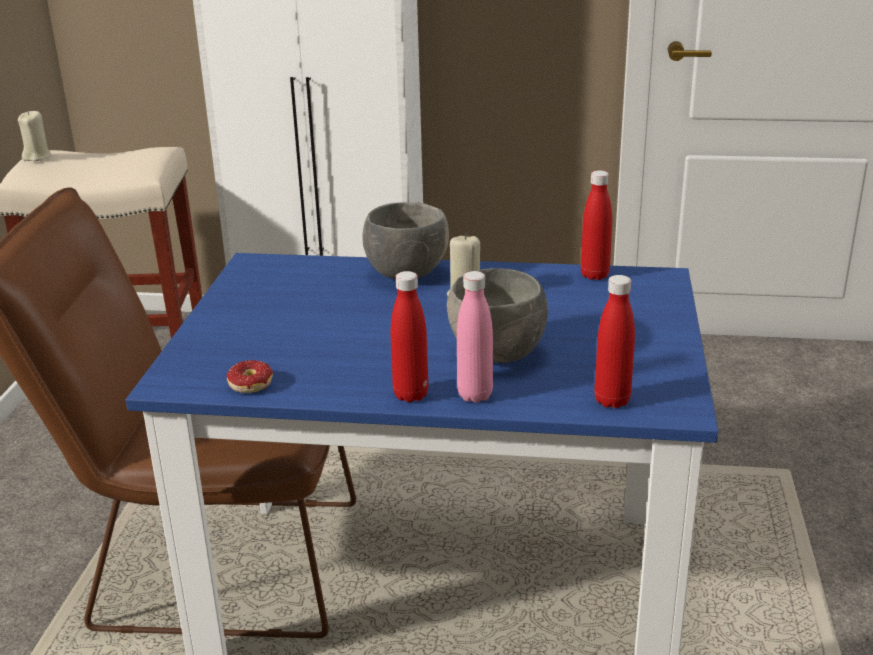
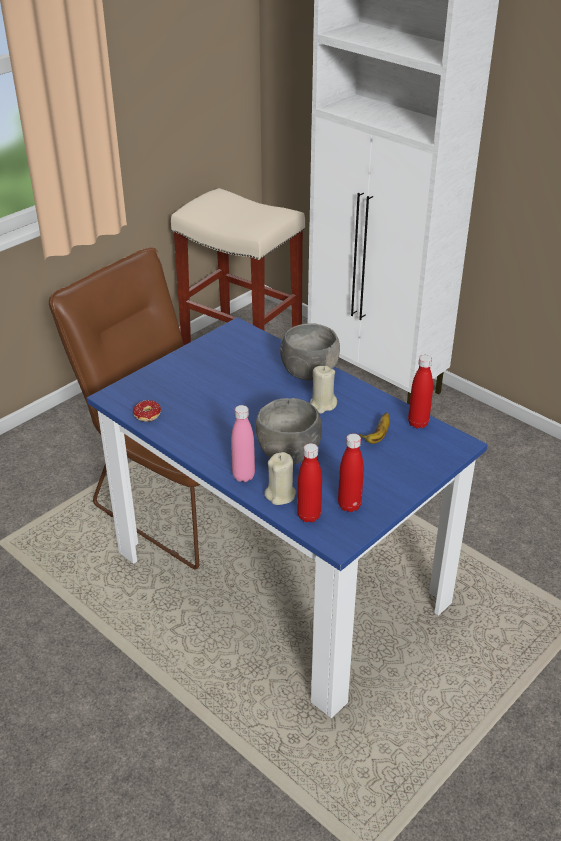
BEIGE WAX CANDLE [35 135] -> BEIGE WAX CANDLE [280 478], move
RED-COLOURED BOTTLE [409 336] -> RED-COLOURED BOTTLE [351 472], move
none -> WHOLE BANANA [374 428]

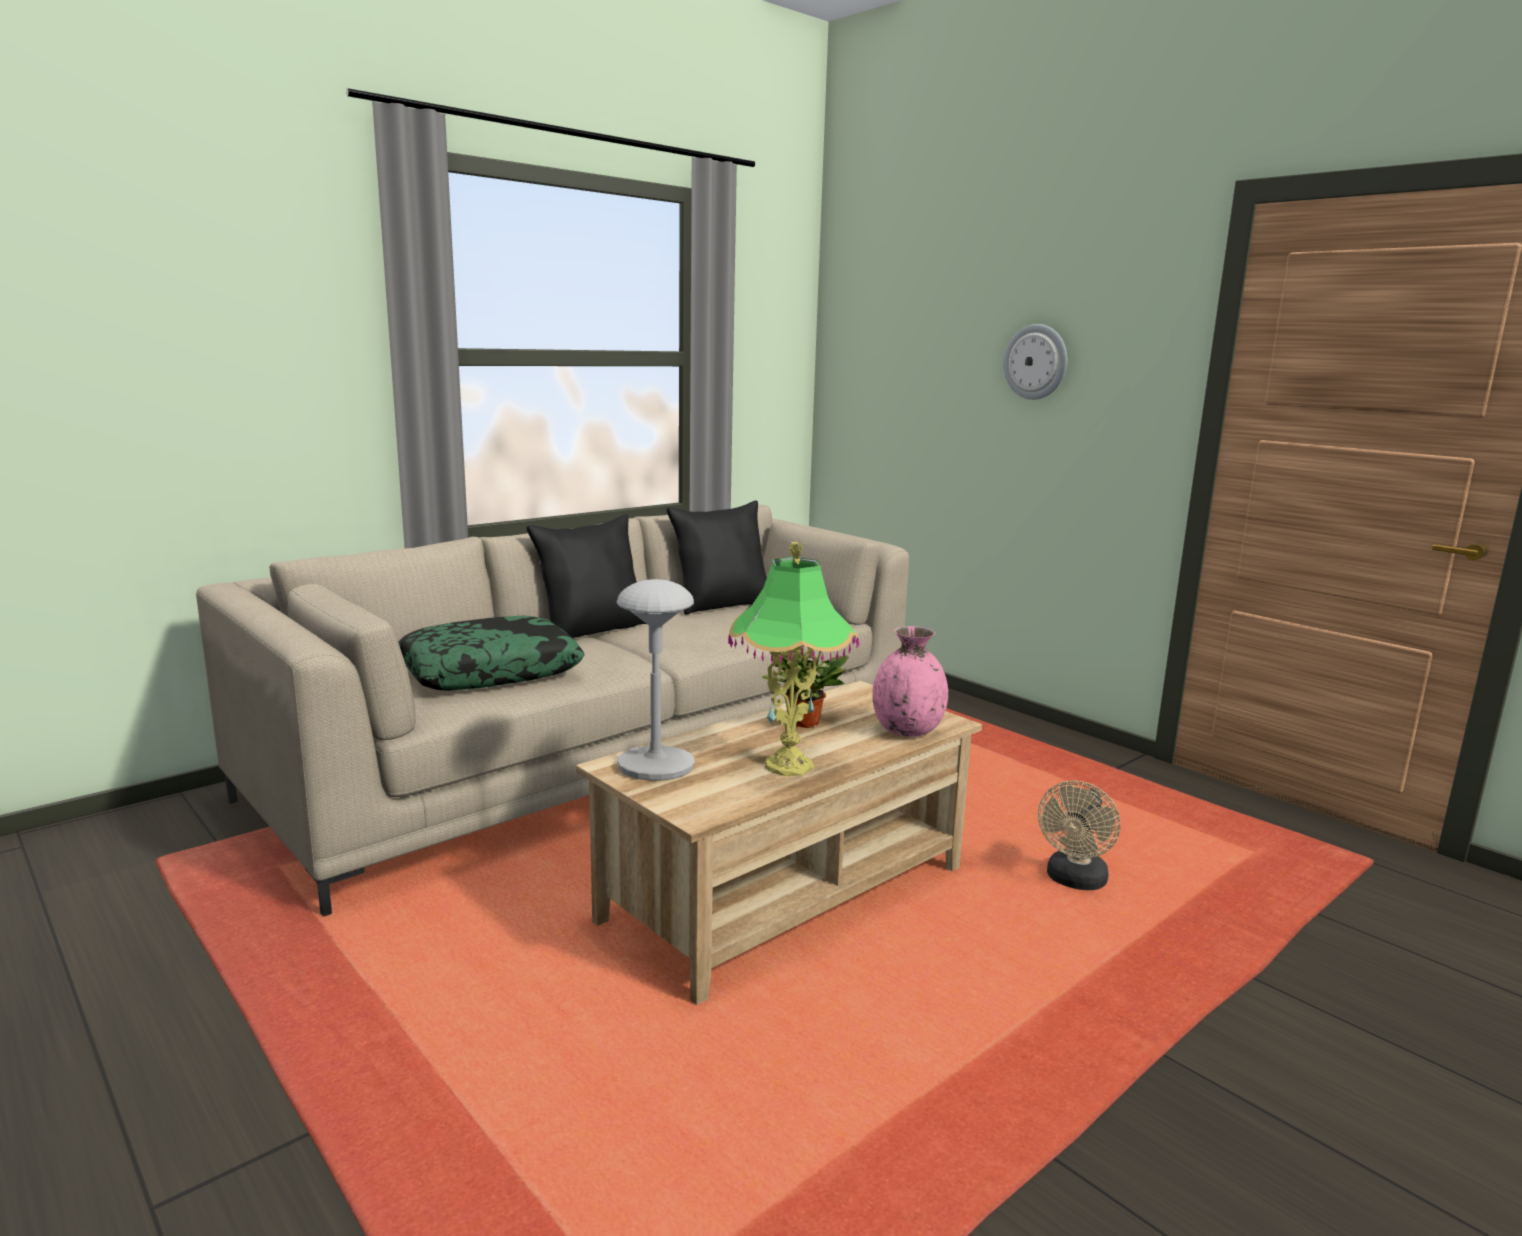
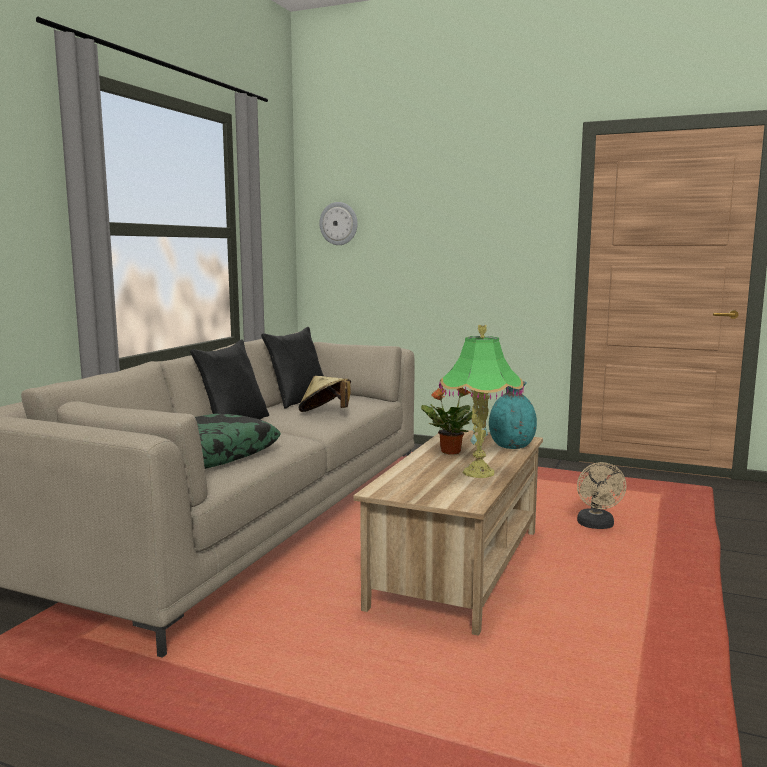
GREY LAMP FOR A TABLE [656 679] -> none
PINK-COLOURED DECORATIVE VASE [910 681] -> TURQUOISE-COLOURED DECORATIVE VASE [513 415]
HANGING CLOCK [1035 362] -> HANGING CLOCK [338 223], move
none -> BEIGE HAT [325 394]

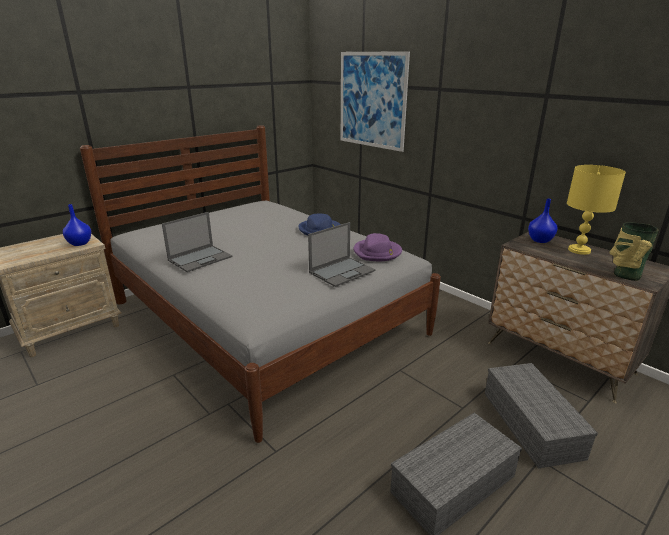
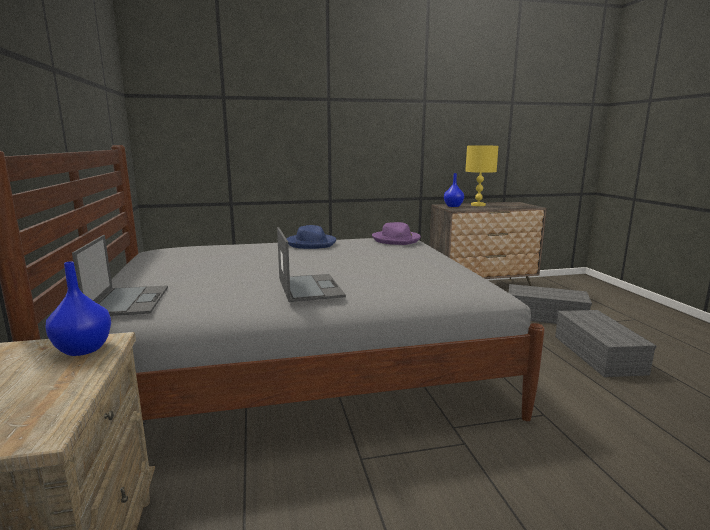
LAPTOP [341 254] -> LAPTOP [120 275], move
PICTURE [375 101] -> none
DECORATIVE VASE [634 251] -> none

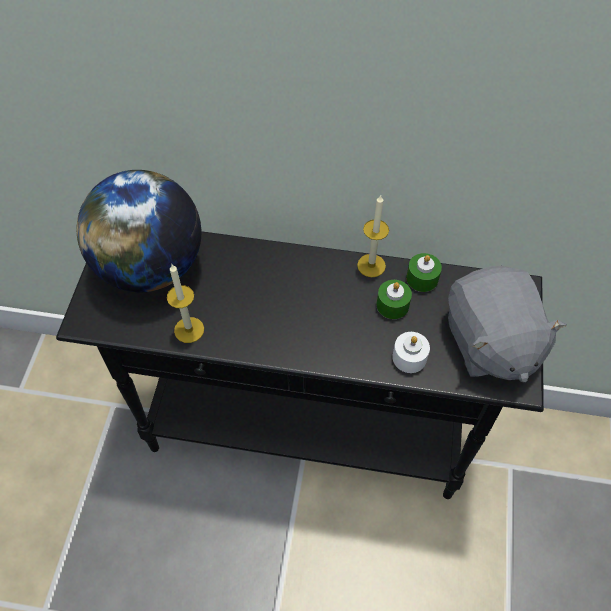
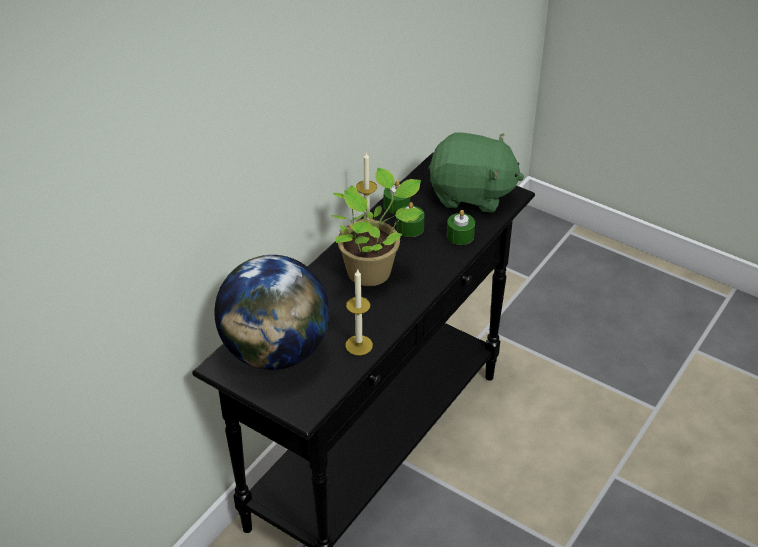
WHITE-COLOURED WAX CANDLE [411 352] -> GREEN WAX CANDLE [461 227]
GREY SOFT TOY [507 324] -> GREEN SOFT TOY [476 172]
none -> HOUSEPLANT [377 227]

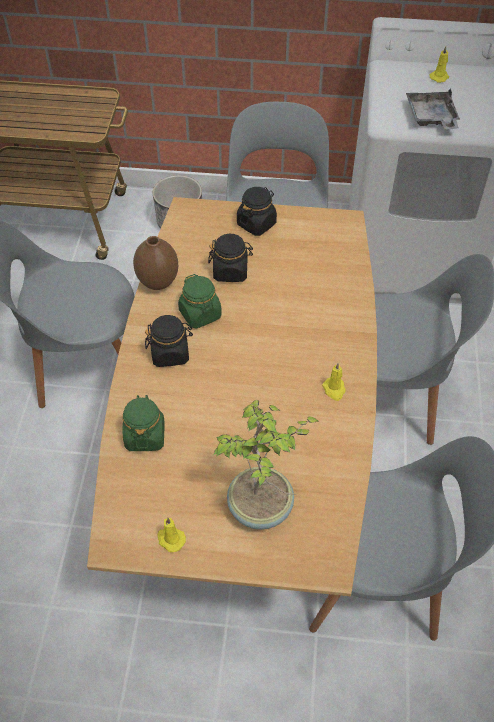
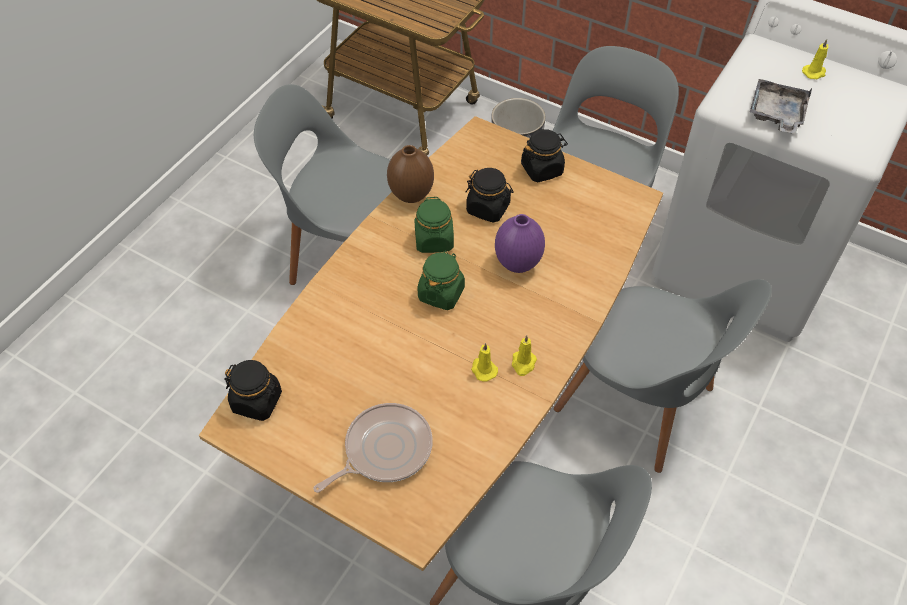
GREEN STORAGE JAR [144 423] -> GREEN STORAGE JAR [441 280], move
BLACK-COLOURED STORAGE JAR [169 341] -> BLACK-COLOURED STORAGE JAR [253 390], move
YELLOW-COLOURED WAX CANDLE [171 535] -> YELLOW-COLOURED WAX CANDLE [484 362], move
HOUSEPLANT [266 465] -> SKILLET [373 448]
none -> PURPLE DECORATIVE VASE [520 243]

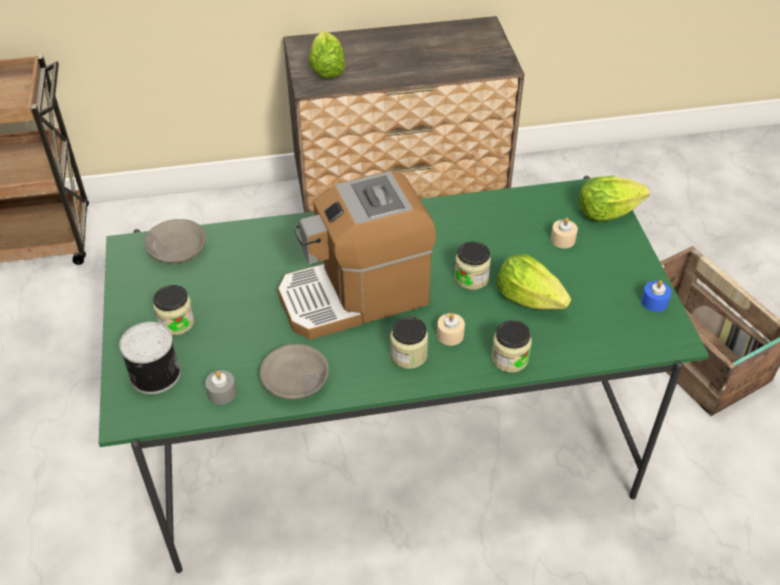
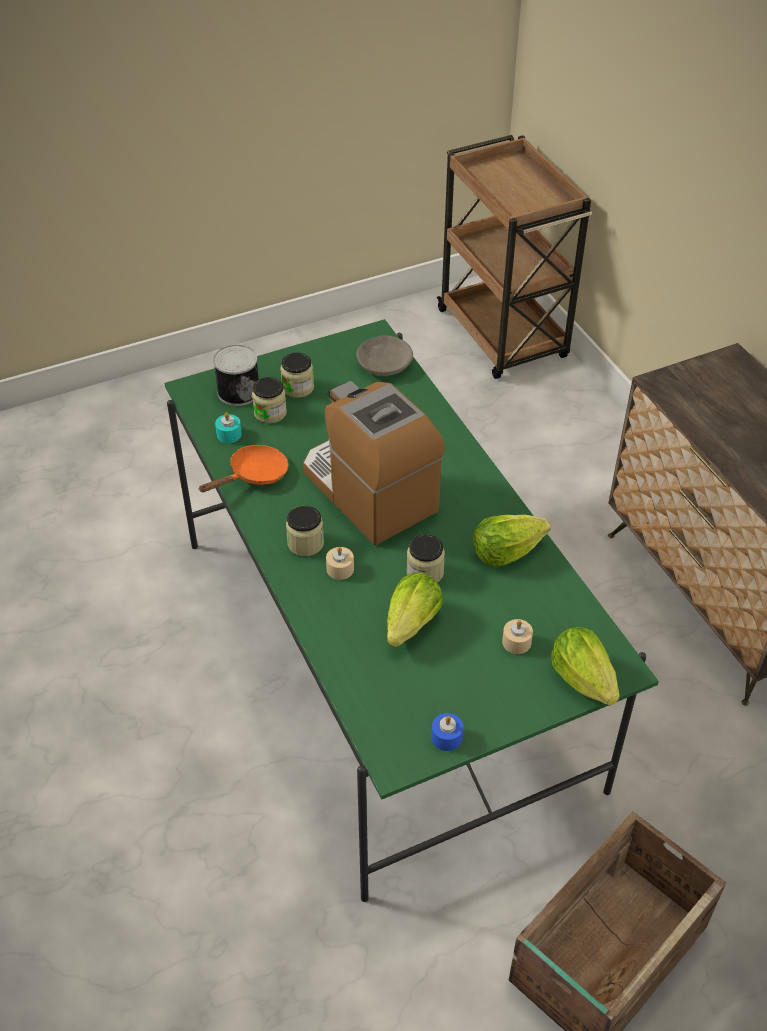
GREY WAX CANDLE [221 387] -> TURQUOISE-COLOURED WAX CANDLE [228 427]
GREY BOWL [294 372] -> ORANGE SKILLET [243 468]
HEAD OF LETTUCE [327 55] -> HEAD OF LETTUCE [511 540], move
STORAGE JAR [511 346] -> STORAGE JAR [269 400], move

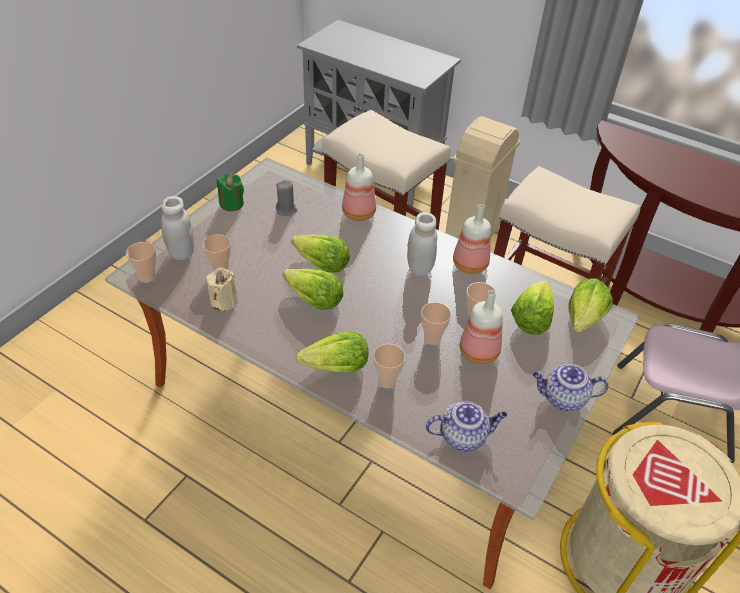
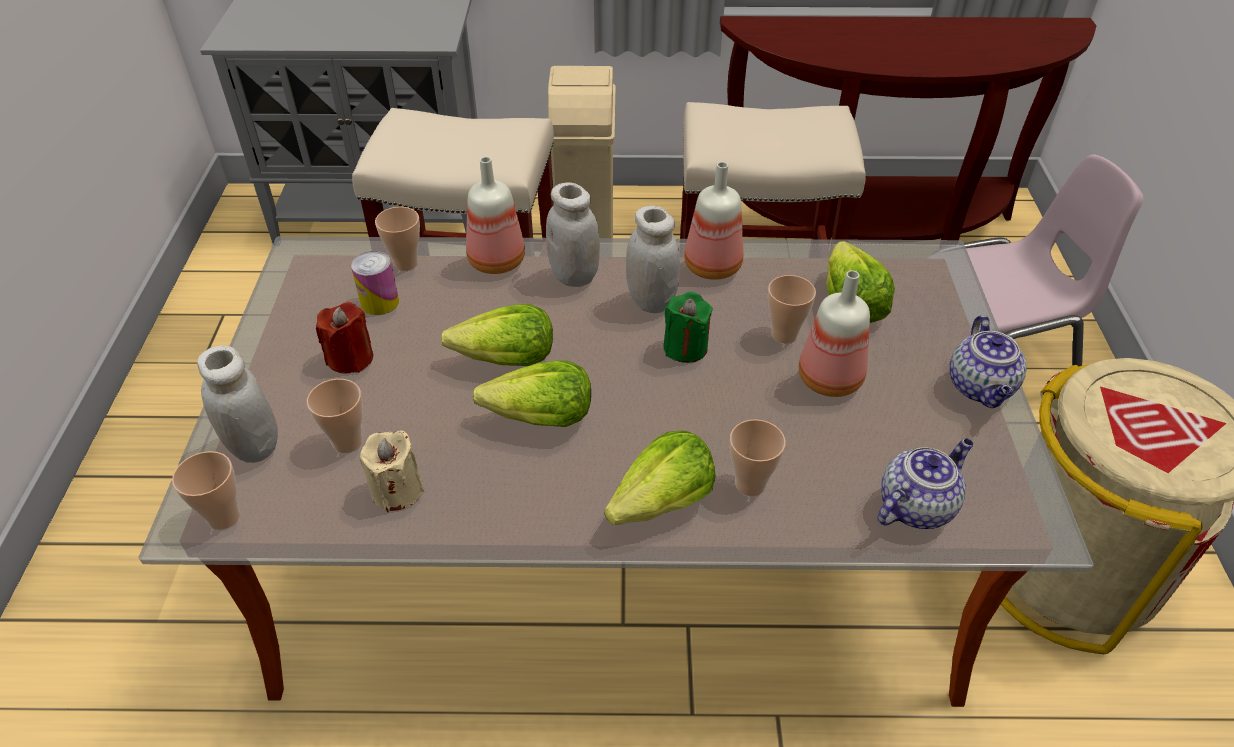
GREEN WAX CANDLE [230 192] -> GREEN WAX CANDLE [688 327], move
GREY WAX CANDLE [286 198] -> CAN [375 283]
SMALL CUP [436 323] -> SMALL CUP [397 239], move
TEAPOT [571 387] -> TEAPOT [988 361], 60 degrees counterclockwise
HEAD OF LETTUCE [590 305] -> none
none -> RED-COLOURED WAX CANDLE [344 338]
none -> WHITE-COLOURED STORAGE JAR [573 234]

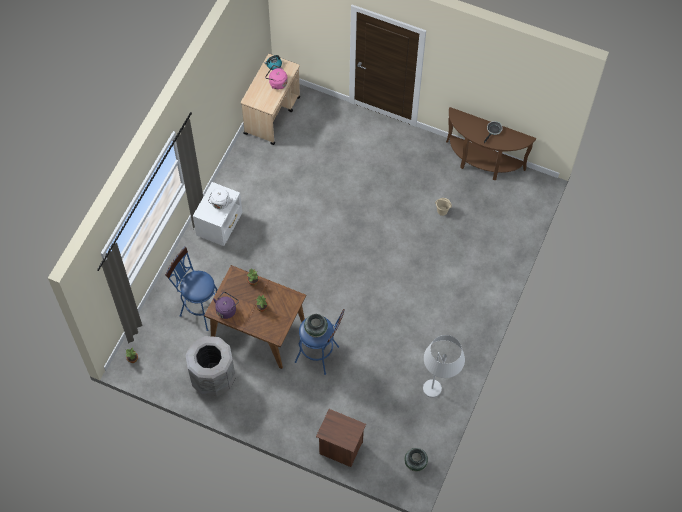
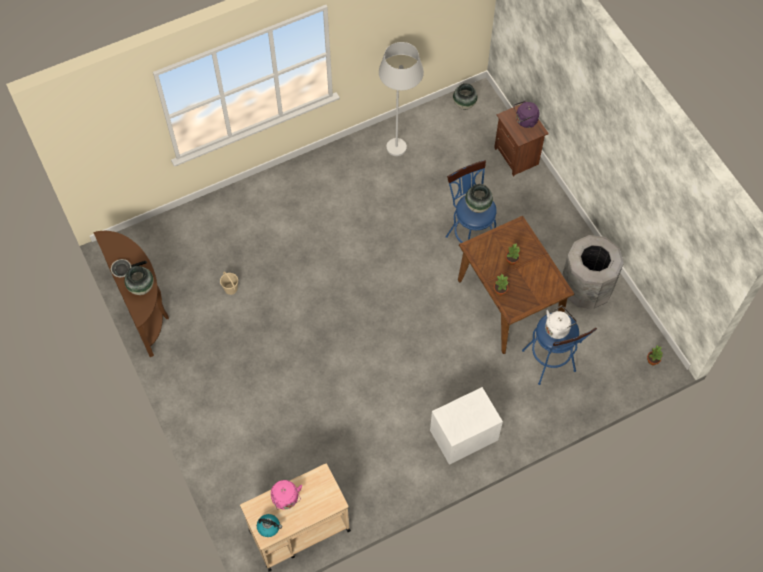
WHITE-COLOURED WATER KETTLE [220 198] -> WHITE-COLOURED WATER KETTLE [561 322], move
PURPLE WATER KETTLE [226 305] -> PURPLE WATER KETTLE [526 114], move
none -> DECORATIVE VASE [139 280]

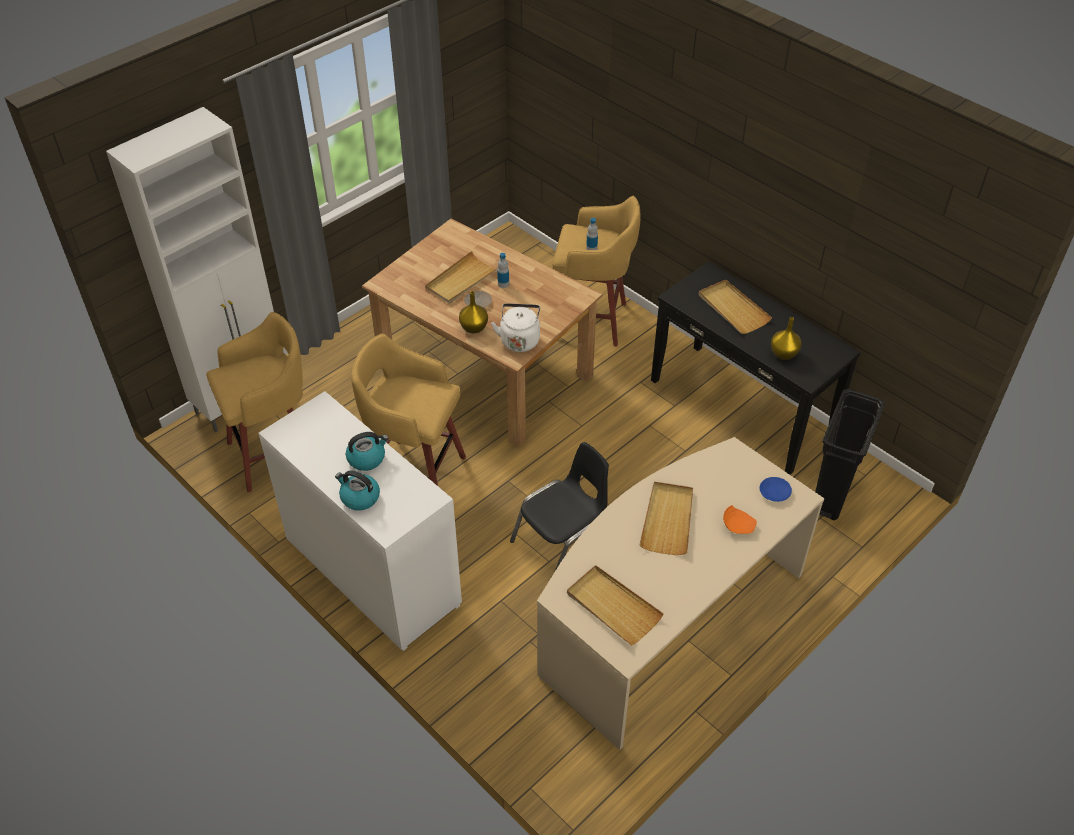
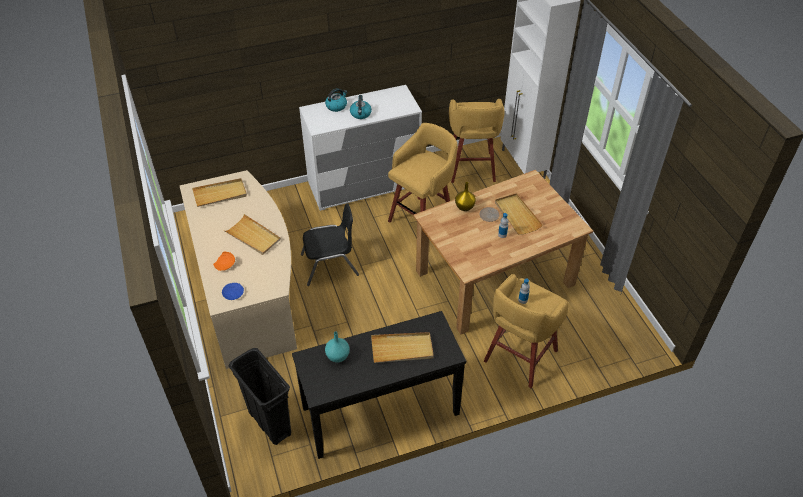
WHITE-COLOURED WATER KETTLE [515 327] -> none
BLACK-COLOURED PLAIN CHAIR [559 506] -> BLACK-COLOURED PLAIN CHAIR [330 245], 90 degrees counterclockwise
YELLOW-COLOURED DECORATIVE VASE [786 338] -> TURQUOISE-COLOURED DECORATIVE VASE [337 347]

